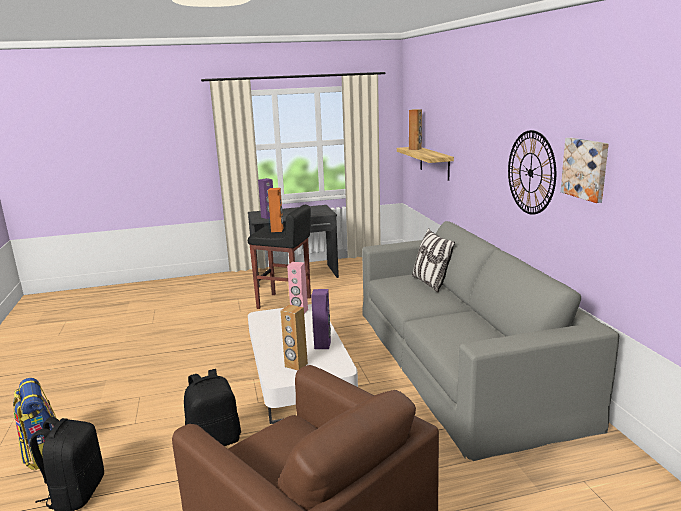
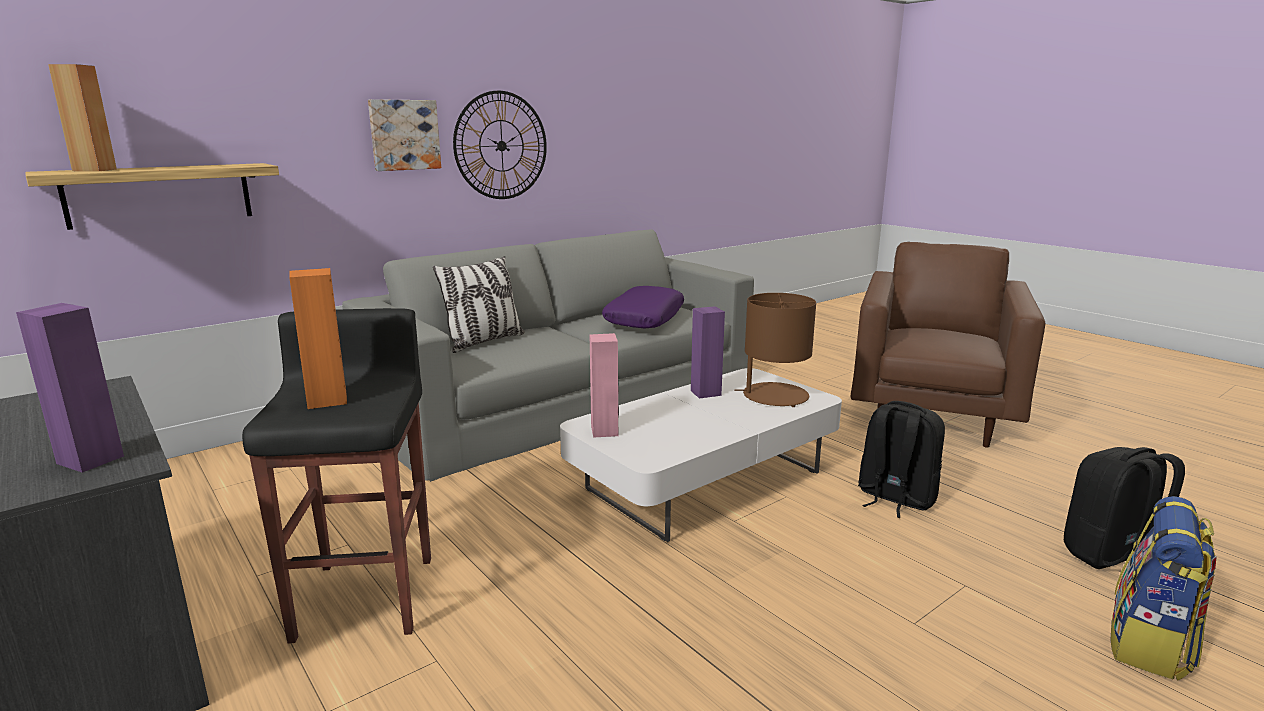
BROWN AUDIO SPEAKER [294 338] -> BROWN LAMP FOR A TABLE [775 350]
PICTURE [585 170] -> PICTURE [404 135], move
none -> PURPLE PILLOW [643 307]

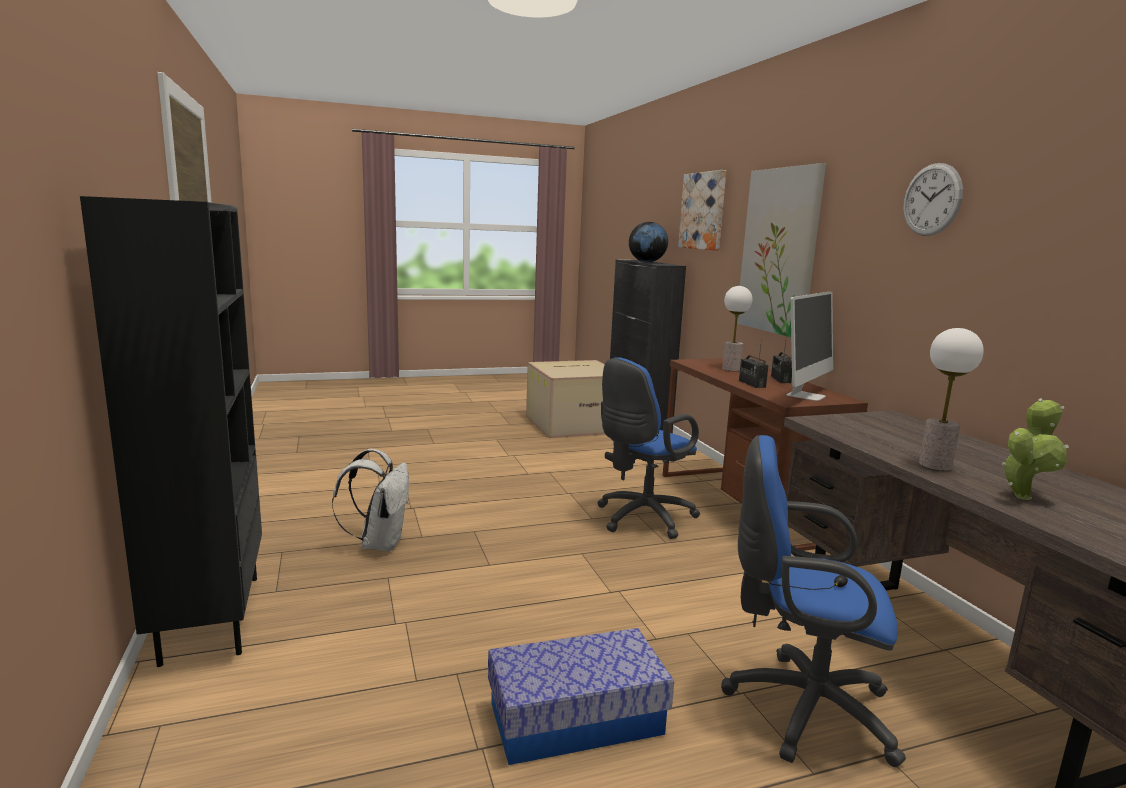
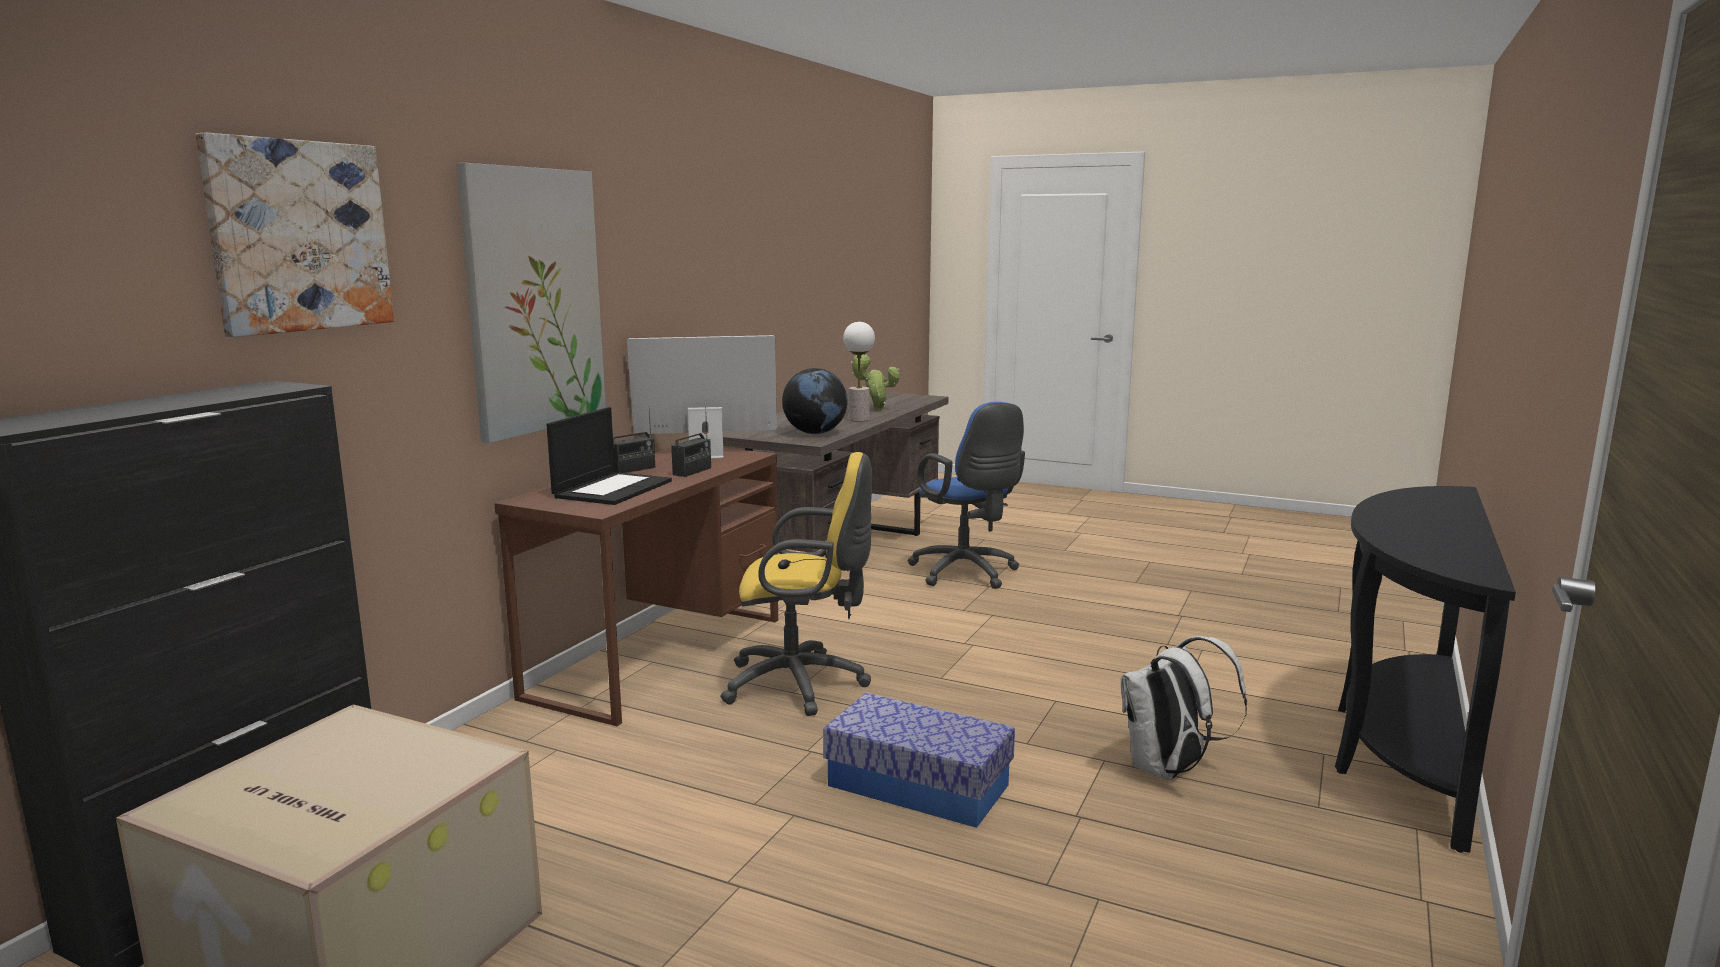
BLACK-COLOURED BOOKSHELF [171 431] -> BLACK-COLOURED HALL TABLE [1425 669]
STORAGE BIN [581 696] -> STORAGE BIN [919 760], move
BLUE-COLOURED OFFICE CHAIR [648 448] -> YELLOW-COLOURED OFFICE CHAIR [796 584]
GLOBE [648 242] -> GLOBE [815 401], move
LAMP FOR A TABLE [737 328] -> LAPTOP [609 456]
HANGING CLOCK [933 199] -> none

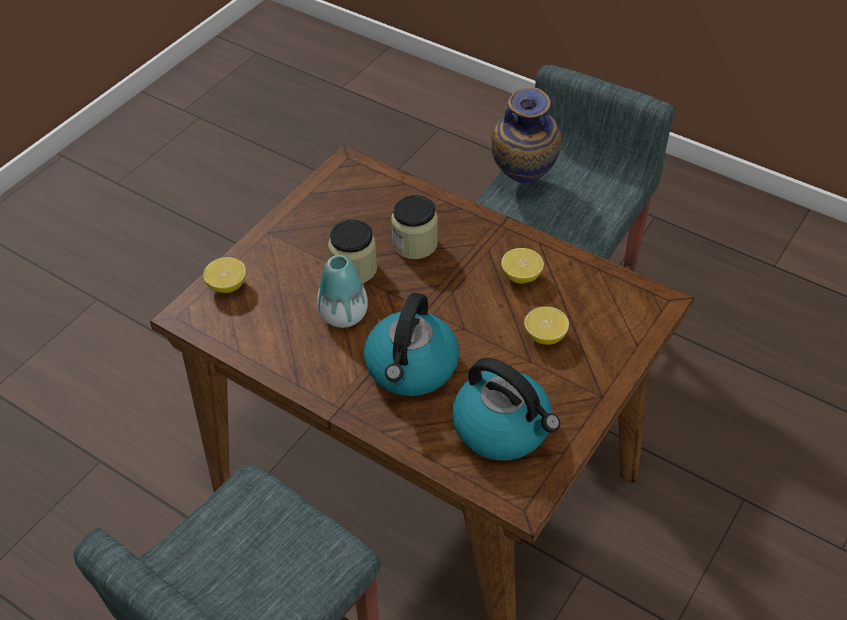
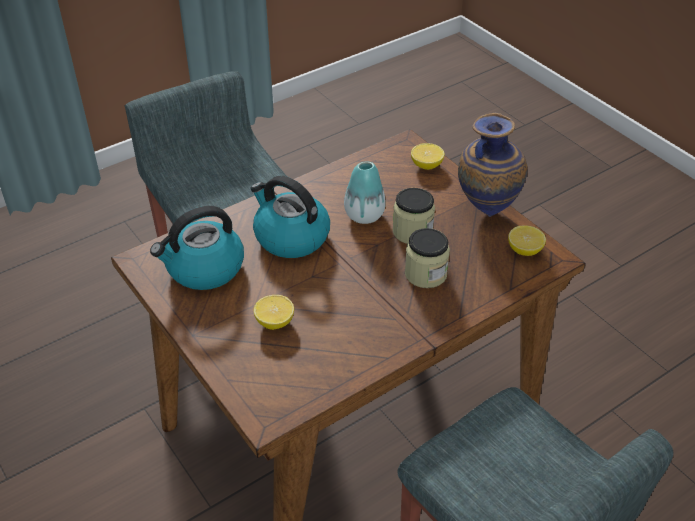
DECORATIVE VASE [527 135] -> DECORATIVE VASE [493 165], move
CITRUS FRUIT [522 266] -> CITRUS FRUIT [527 240], move

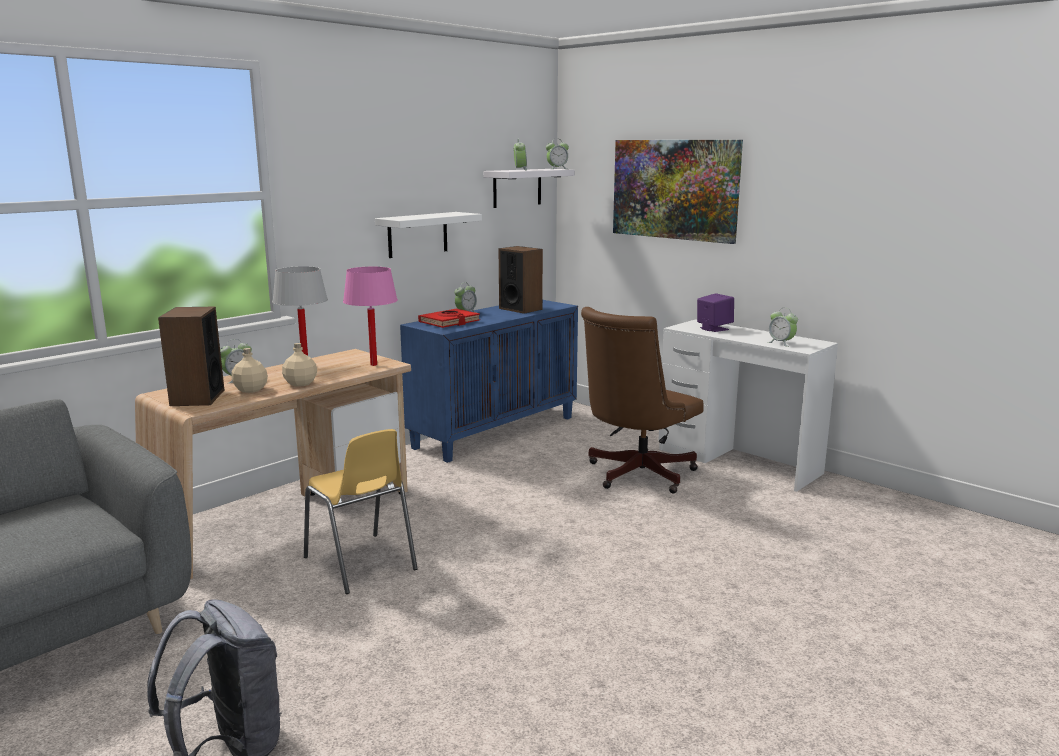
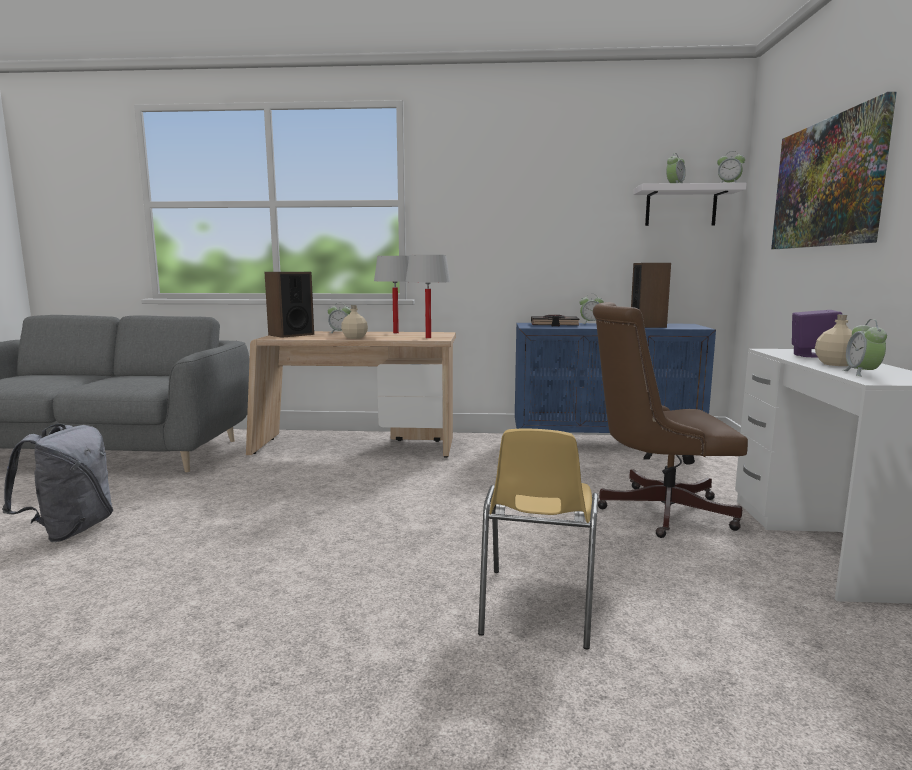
BEIGE BOTTLE [249 370] -> BEIGE BOTTLE [833 340], move
YELLOW-COLOURED PLAIN CHAIR [361 511] -> YELLOW-COLOURED PLAIN CHAIR [538 539], move
PINK-COLOURED LAMP FOR A TABLE [370 316] -> WHITE-COLOURED LAMP FOR A TABLE [428 296]
WHITE-COLOURED BRACKET SHELF [428 235] -> none
RED-COLOURED BOOK [449 318] -> BLACK-COLOURED BOOK [555 321]

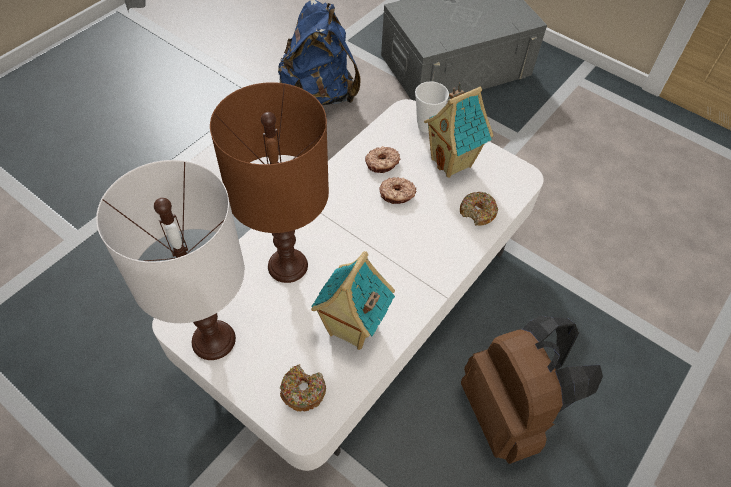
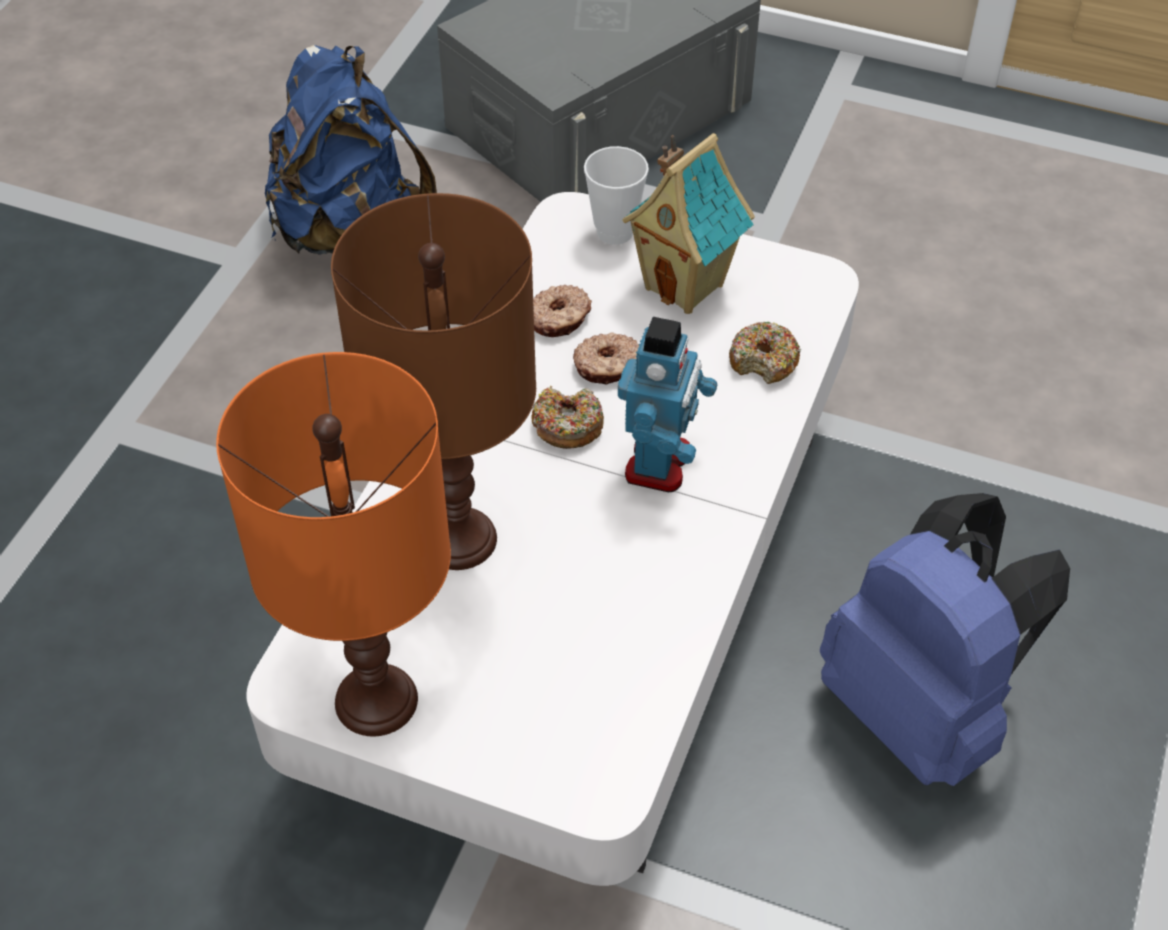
WHITE-COLOURED LAMP FOR A TABLE [170 260] -> ORANGE LAMP FOR A TABLE [333 544]
RING DOUGHNUT [303 388] -> RING DOUGHNUT [568 417], move
MODEL HOUSE [353 300] -> none
BROWN BACKPACK [532 390] -> BLUE-COLOURED BACKPACK [945 639]
none -> MODEL ROBOT [667 404]

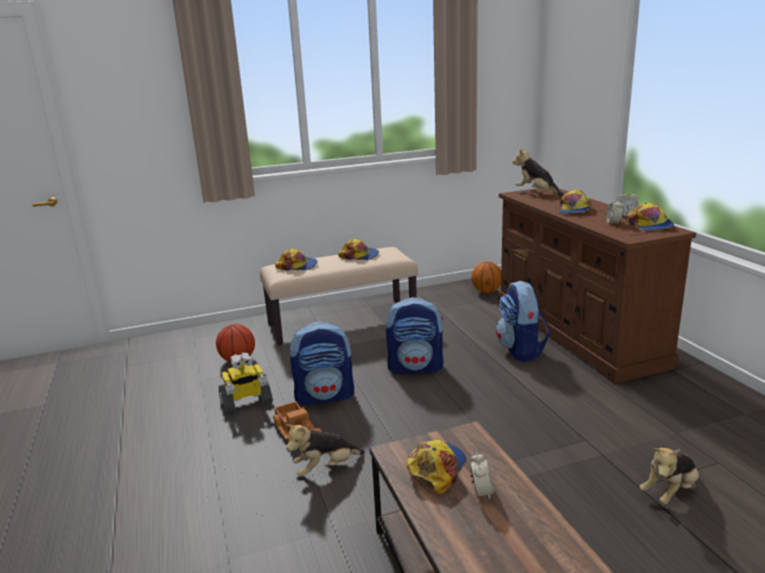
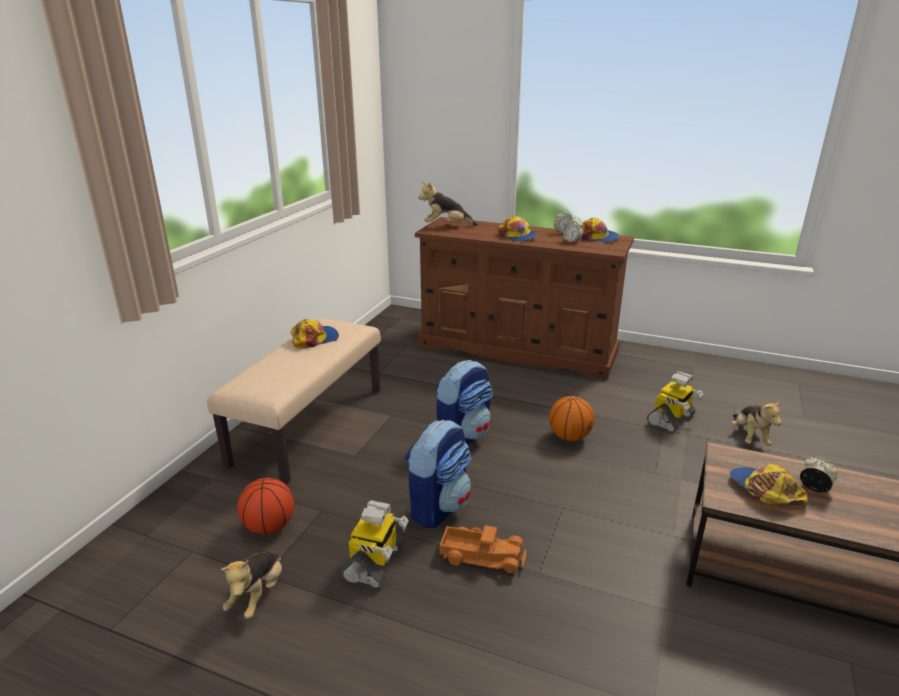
PEAKED CAP [296 259] -> none
SOFT TOY [325 450] -> SOFT TOY [251 585], move
BASKETBALL [486 277] -> BASKETBALL [571 418], move
BACKPACK [523 321] -> none
none -> MODEL ROBOT [675 402]

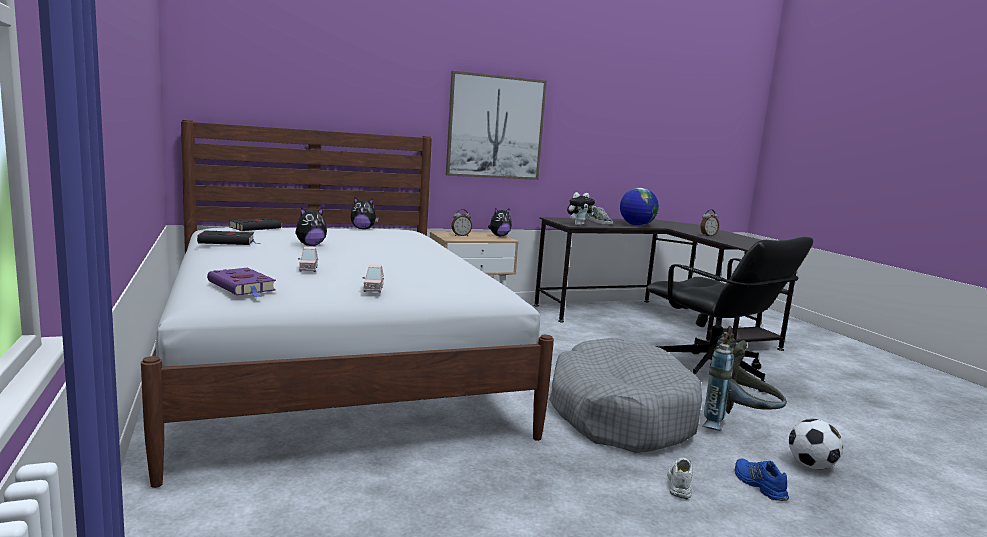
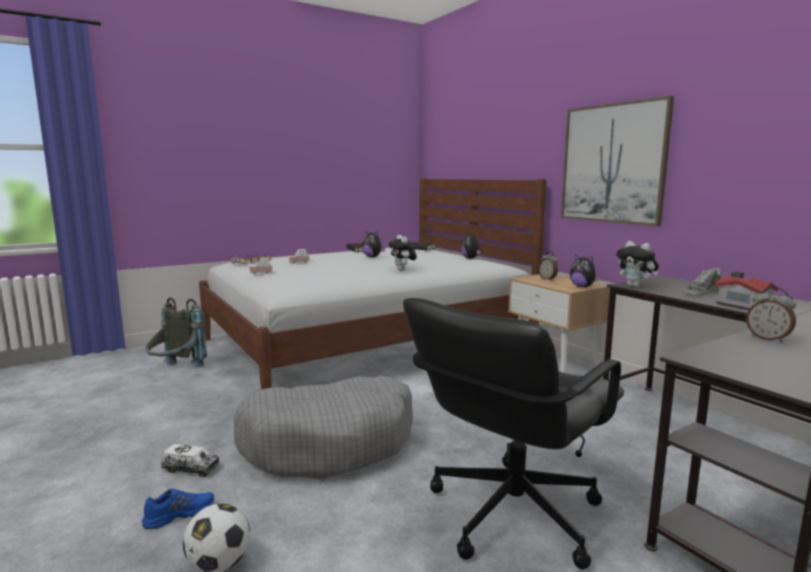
GLOBE [639 207] -> MODEL HOUSE [746 290]
WHITE-COLOURED SHOE [680 478] -> TOY LORRY [190 461]
GREY BACKPACK [744 378] -> GREY BACKPACK [176 332], move
none -> SOFT TOY [403 253]

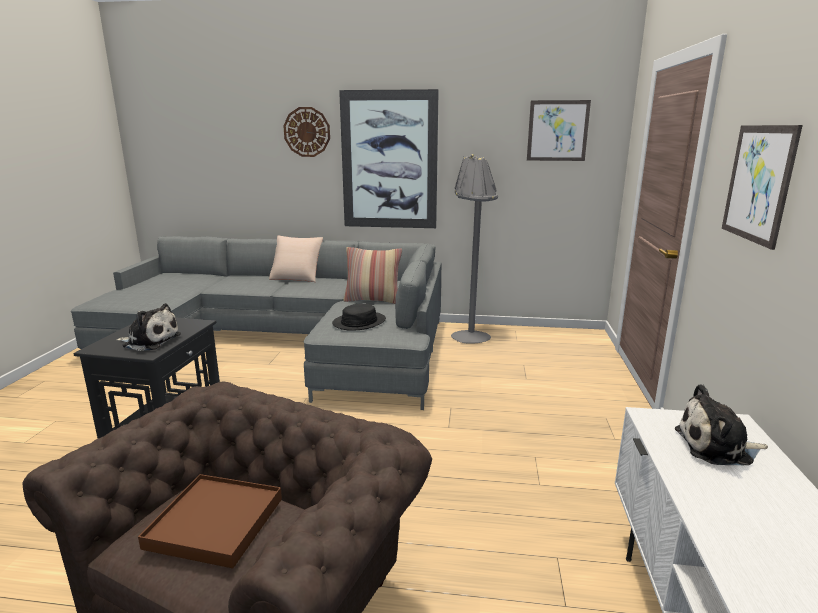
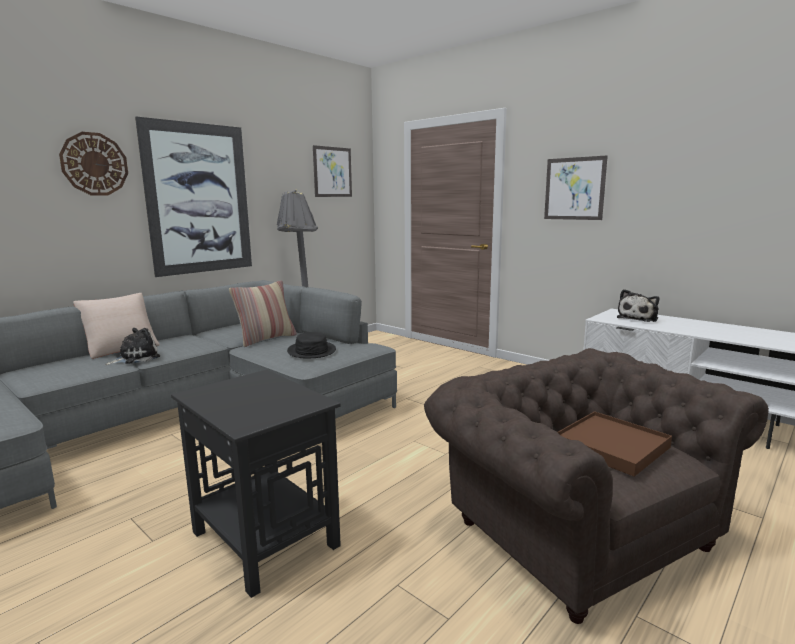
SOFT TOY [148 327] -> SOFT TOY [132 346], move

